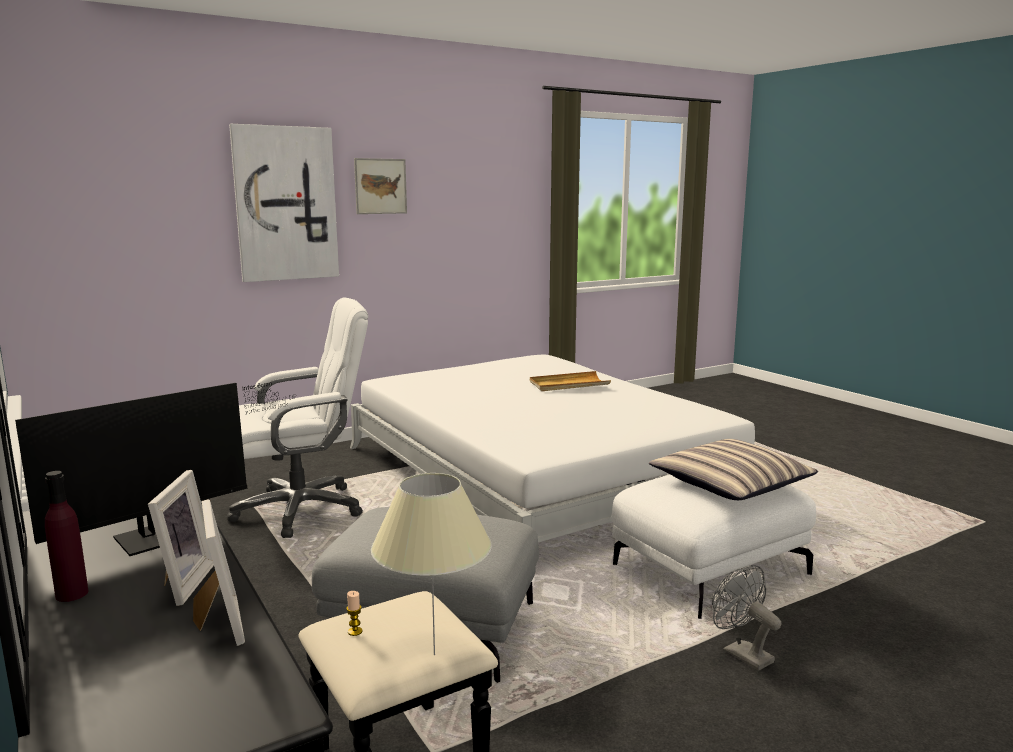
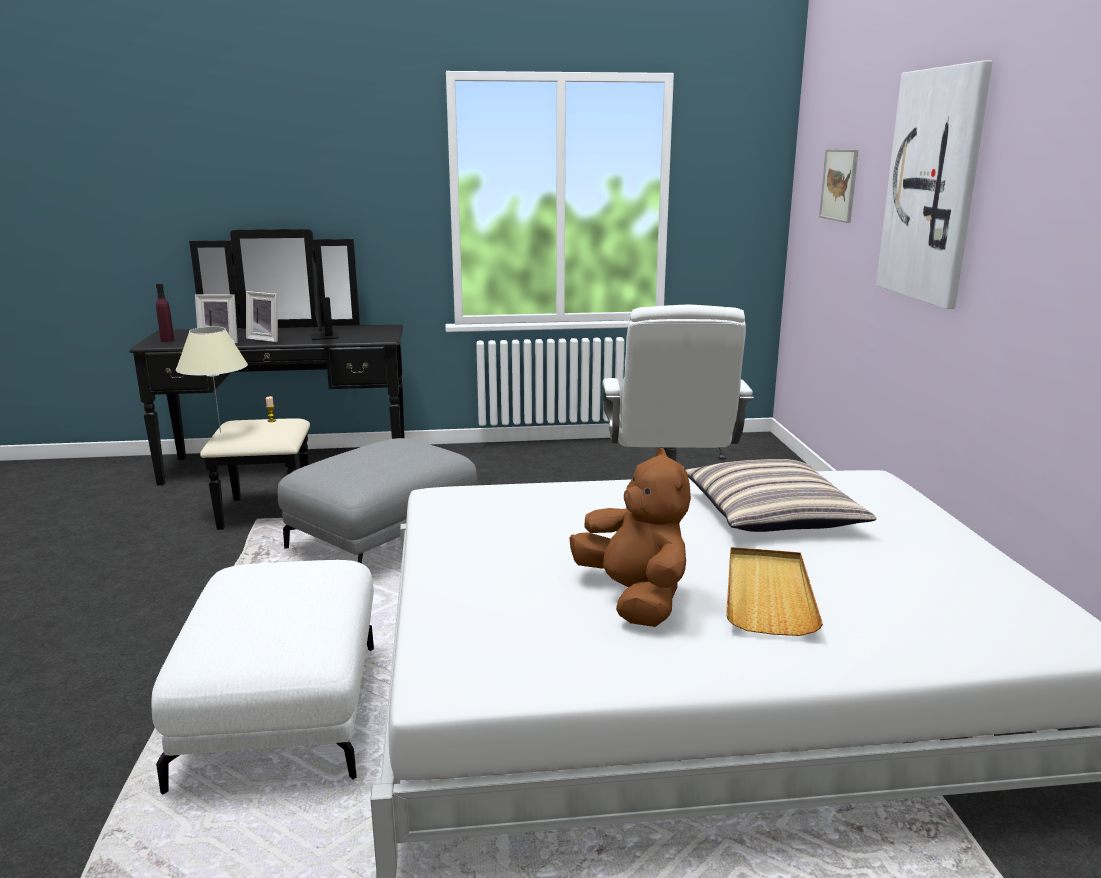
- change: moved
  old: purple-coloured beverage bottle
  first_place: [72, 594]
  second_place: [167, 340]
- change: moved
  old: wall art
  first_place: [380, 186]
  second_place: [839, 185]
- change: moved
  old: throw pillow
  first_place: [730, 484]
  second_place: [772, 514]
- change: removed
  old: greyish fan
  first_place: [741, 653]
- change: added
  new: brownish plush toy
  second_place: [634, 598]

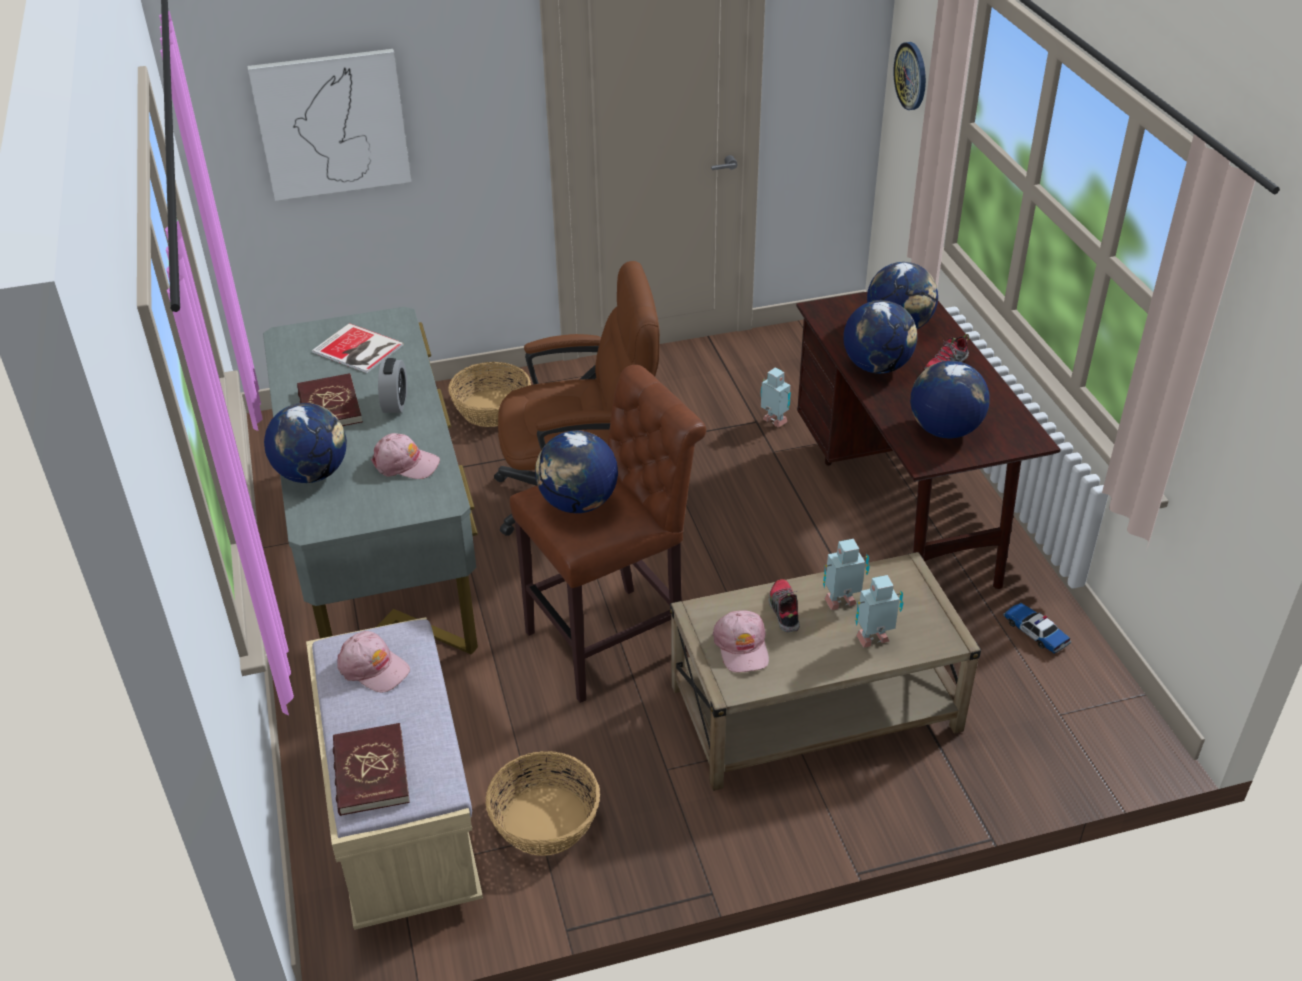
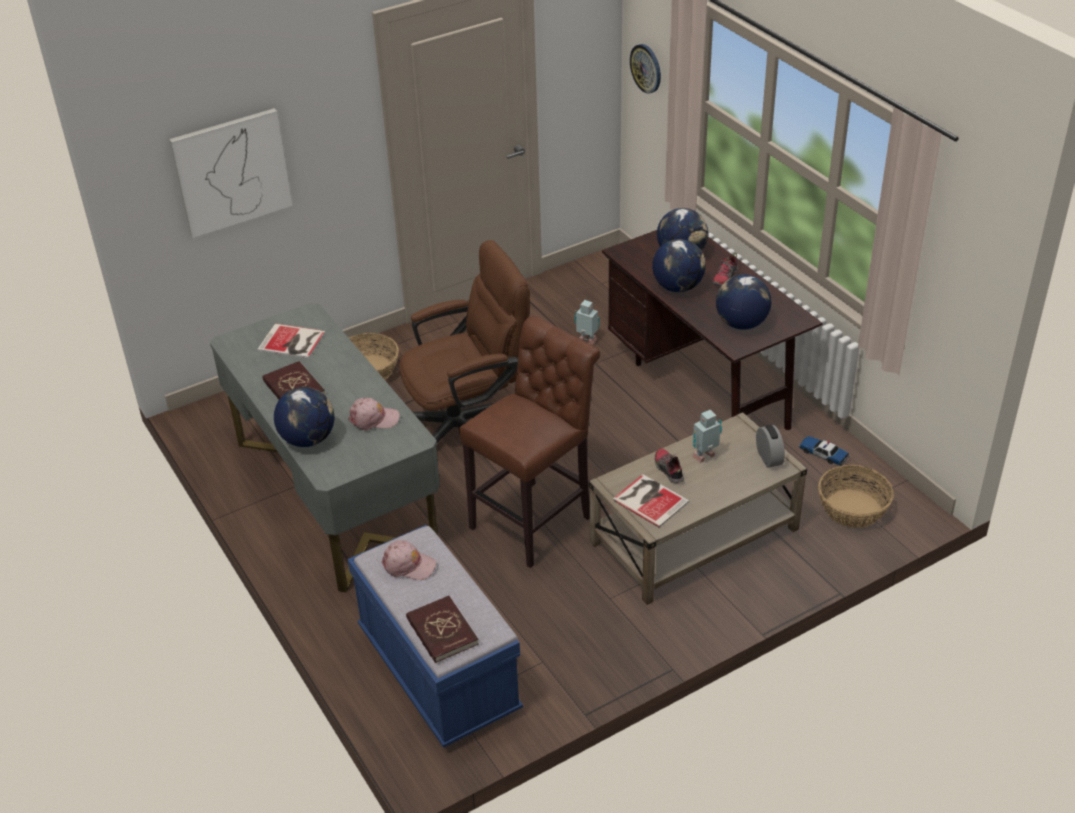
- change: recoloured
  old: beige long seat
  new: bluish long seat
  first_place: [402, 819]
  second_place: [438, 672]
- change: moved
  old: alarm clock
  first_place: [395, 403]
  second_place: [768, 458]
- change: moved
  old: basket
  first_place: [544, 821]
  second_place: [852, 509]
- change: removed
  old: world globe
  first_place: [578, 503]
- change: replaced
  old: pink cap
  new: volume
  first_place: [742, 647]
  second_place: [650, 499]
- change: removed
  old: model robot
  first_place: [874, 640]

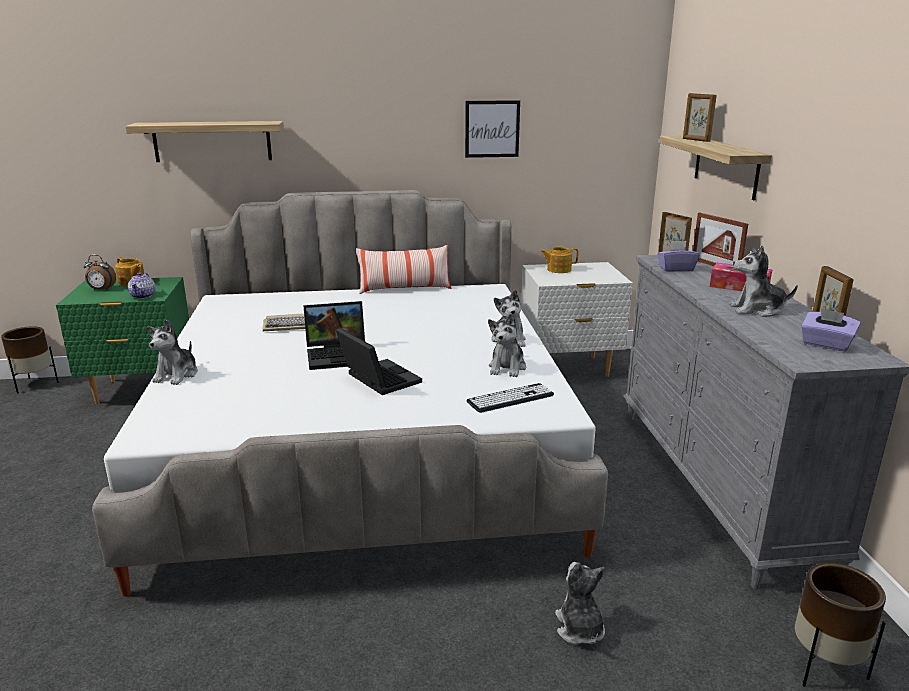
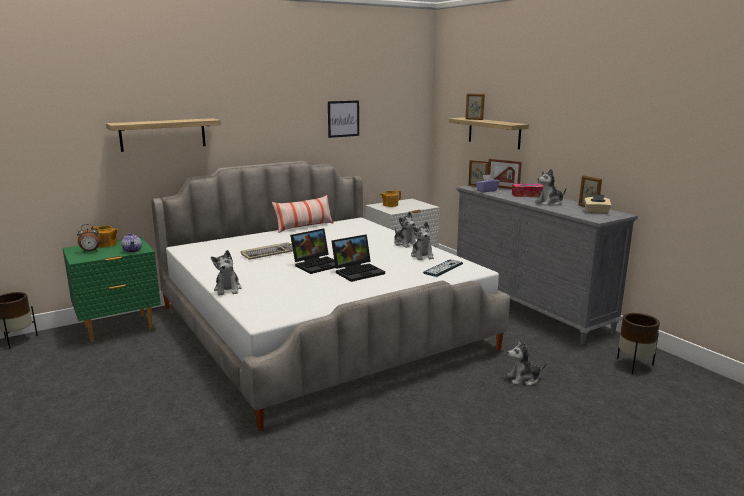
- change: turned
  old: laptop
  first_place: [377, 379]
  second_place: [358, 272]
  degrees: 120
- change: turned
  old: plush toy
  first_place: [579, 629]
  second_place: [524, 379]
  degrees: -60
- change: recoloured
  old: purple-coloured tissue box
  new: beige tissue box
  first_place: [826, 344]
  second_place: [596, 212]

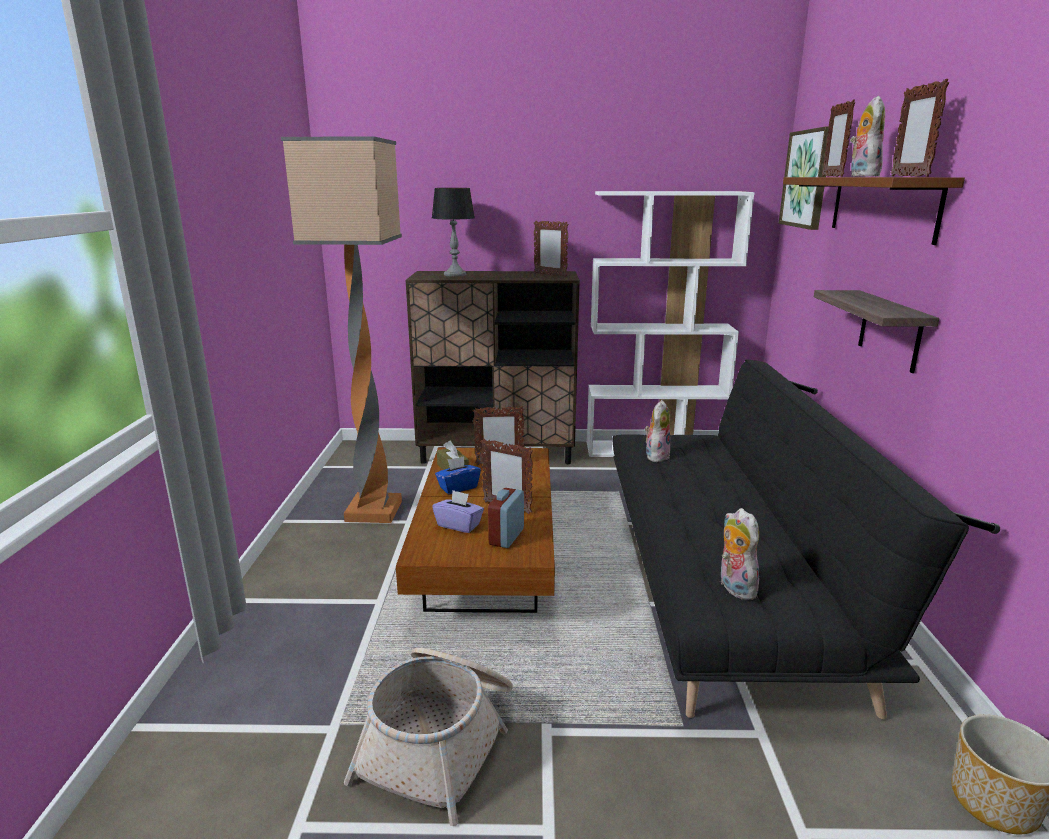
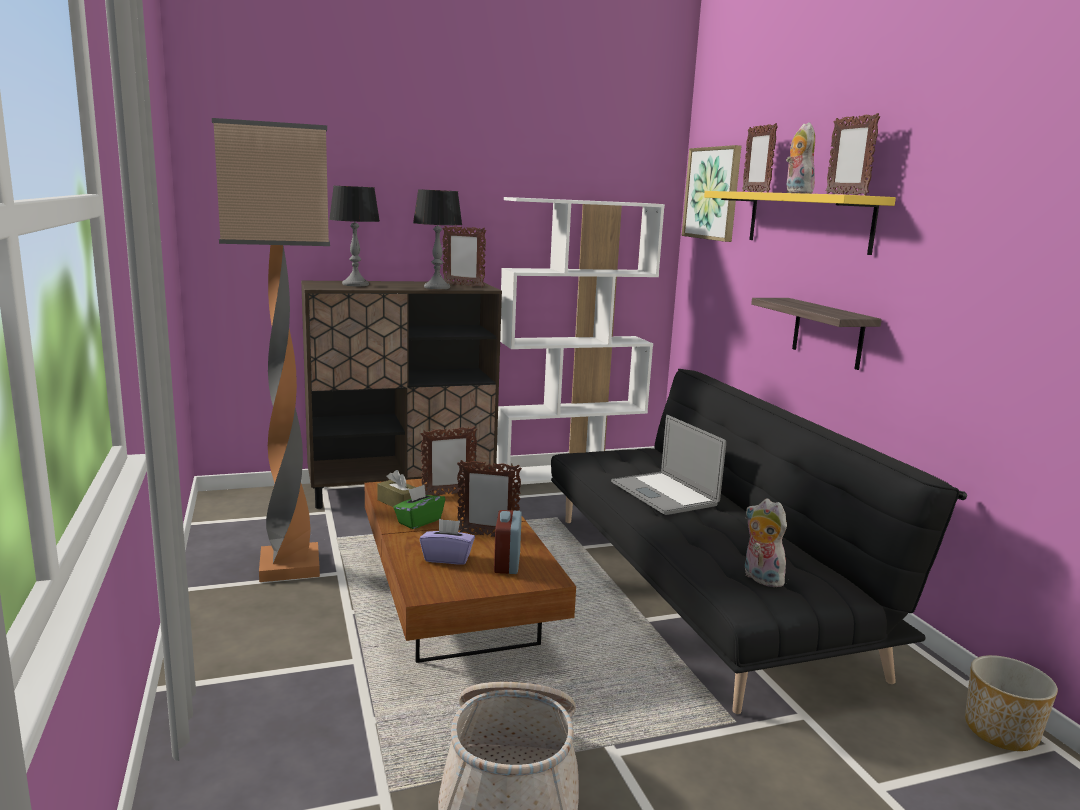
- change: recoloured
  old: bluish tissue box
  new: greenish tissue box
  first_place: [458, 487]
  second_place: [419, 521]
- change: removed
  old: plush toy
  first_place: [656, 456]
- change: recoloured
  old: brownish shelf
  new: yellowish shelf
  first_place: [882, 206]
  second_place: [807, 220]
- change: added
  new: table lamp
  second_place: [437, 287]
- change: added
  new: laptop
  second_place: [663, 493]

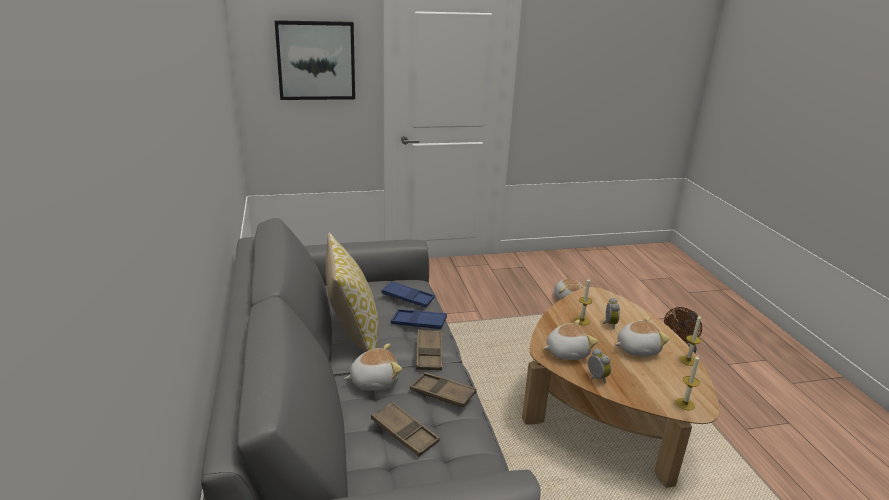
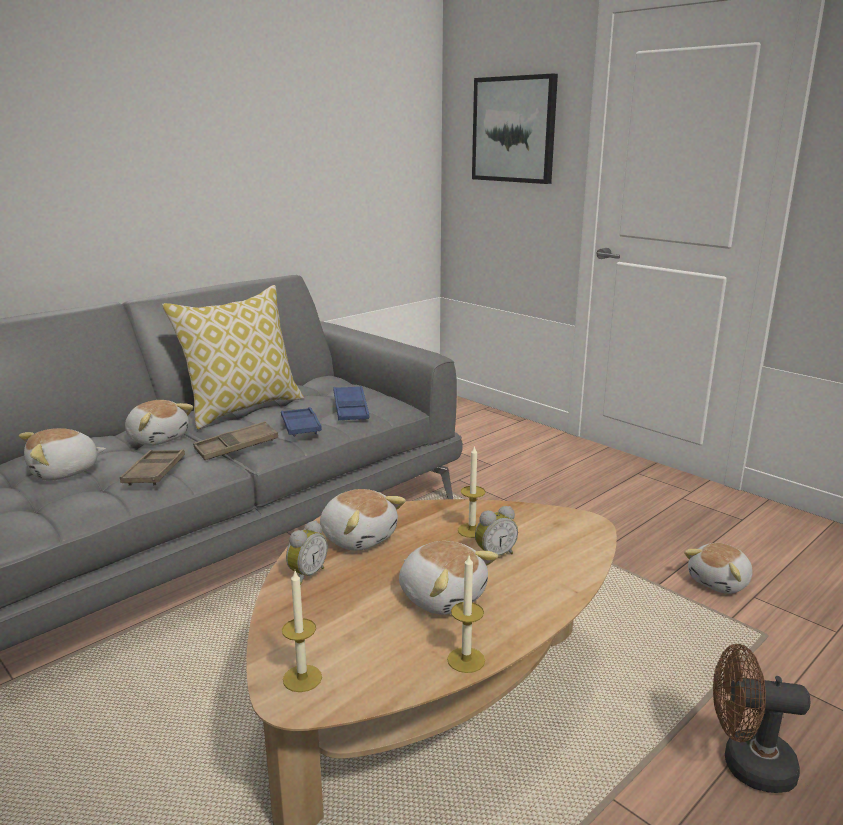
- change: replaced
  old: brownish tray
  new: plush toy
  first_place: [404, 433]
  second_place: [65, 472]

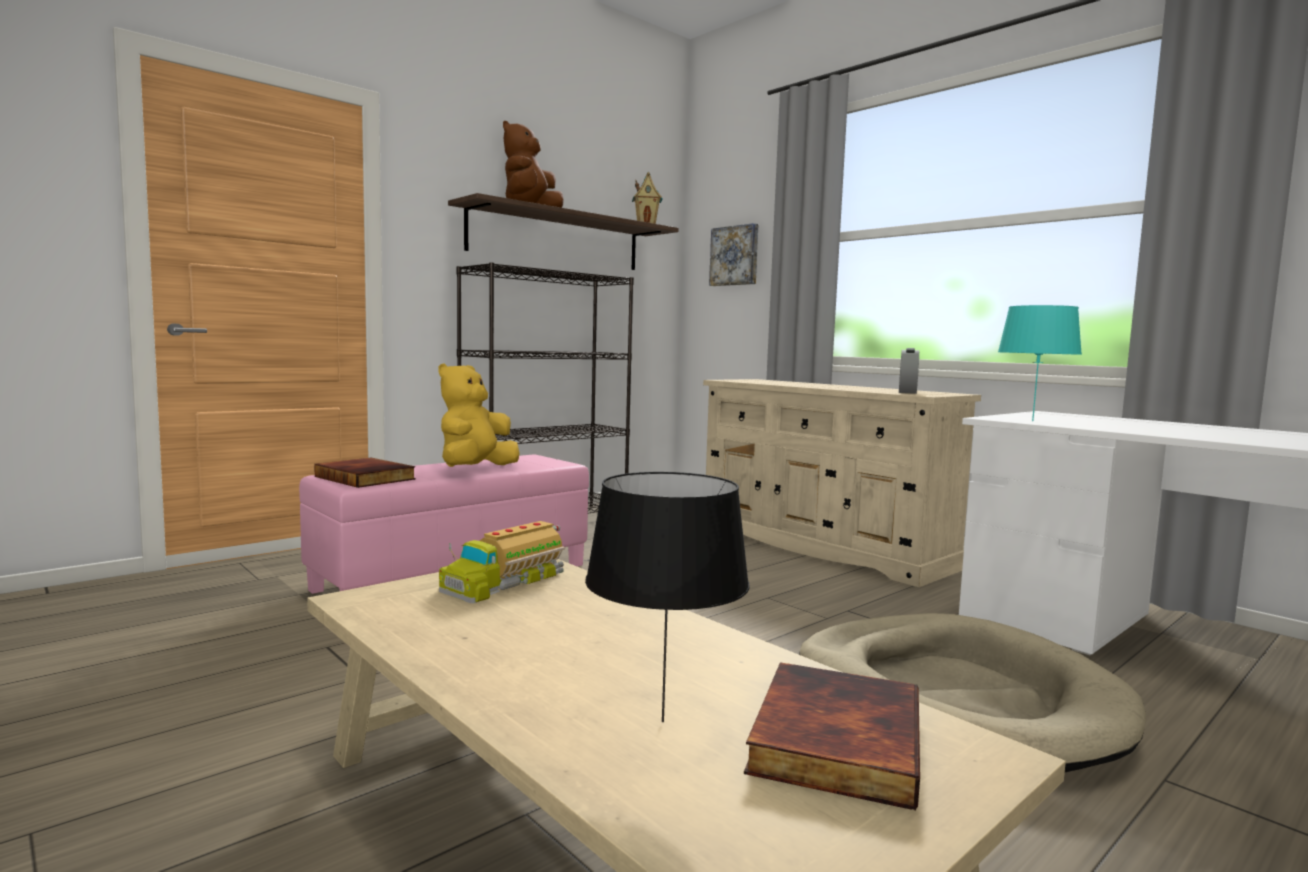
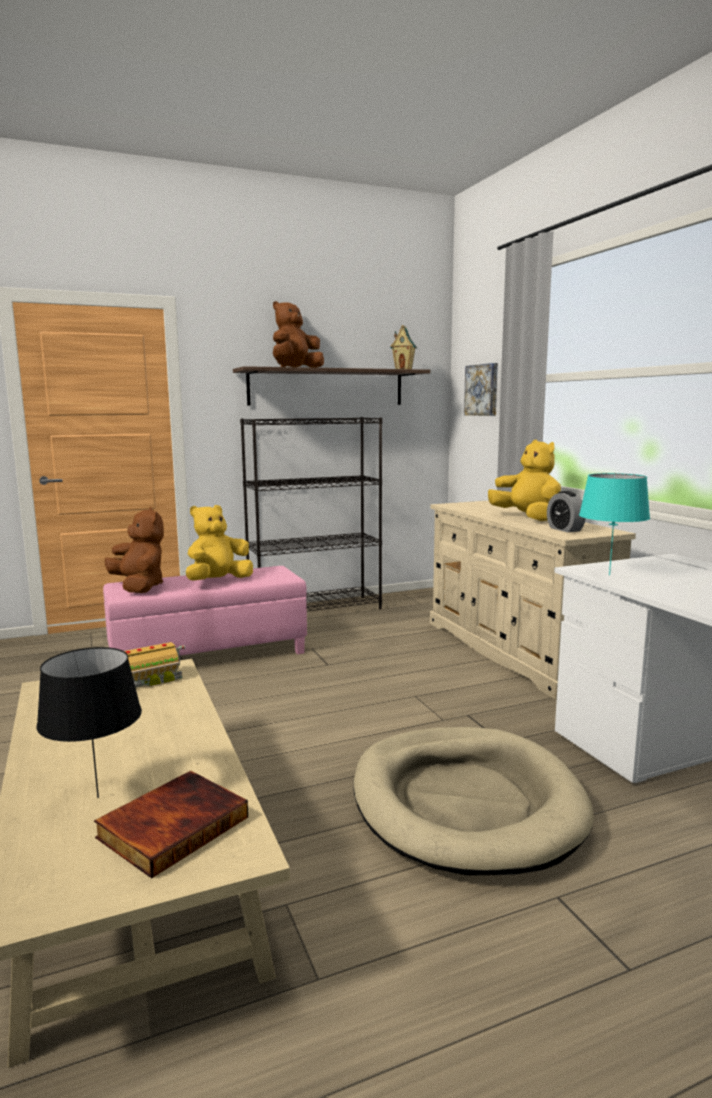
- change: replaced
  old: volume
  new: brownish plush toy
  first_place: [367, 477]
  second_place: [139, 587]
- change: turned
  old: alarm clock
  first_place: [907, 392]
  second_place: [564, 529]
  degrees: 120
- change: added
  new: yellowish plush toy
  second_place: [526, 518]

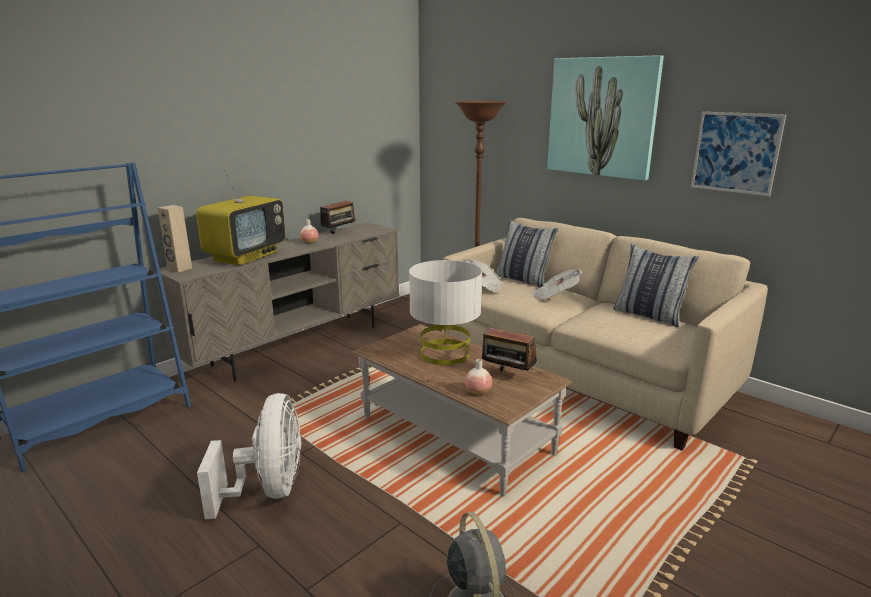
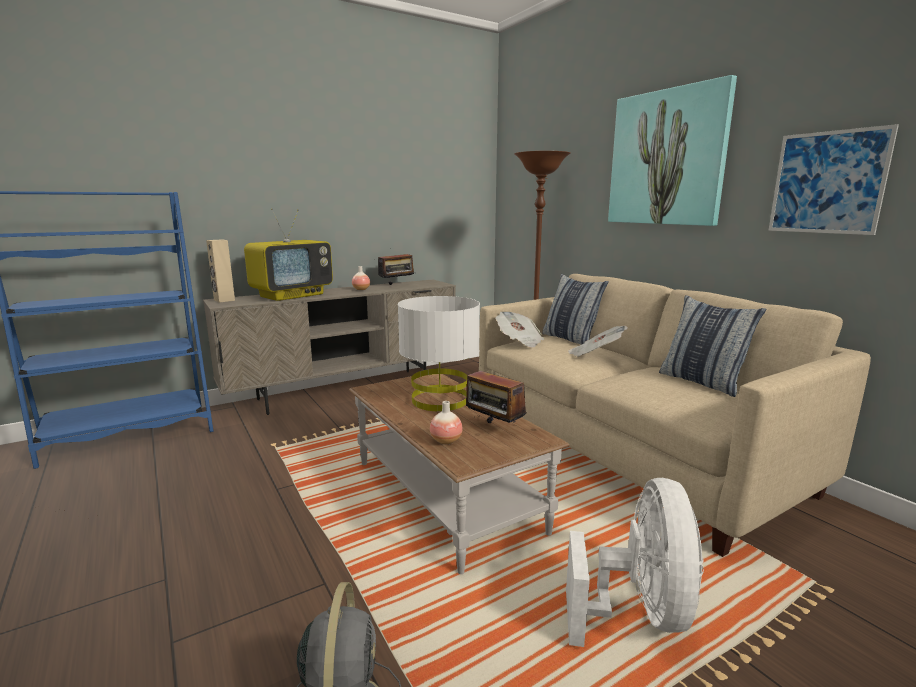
- change: moved
  old: white-coloured fan
  first_place: [269, 490]
  second_place: [638, 611]

